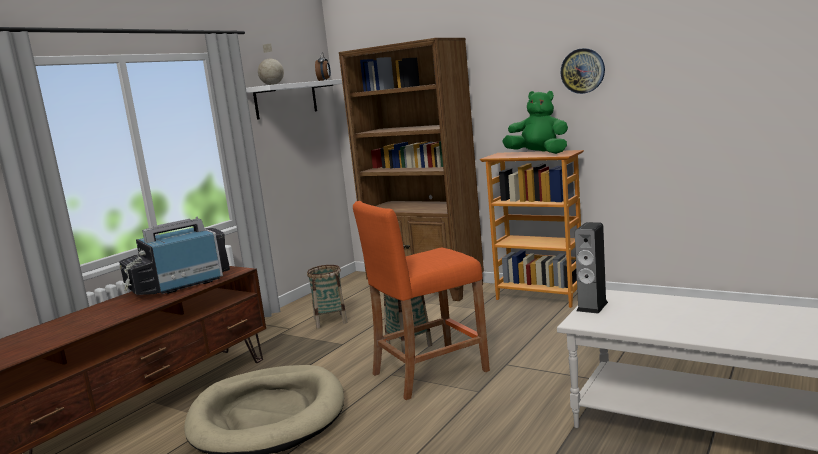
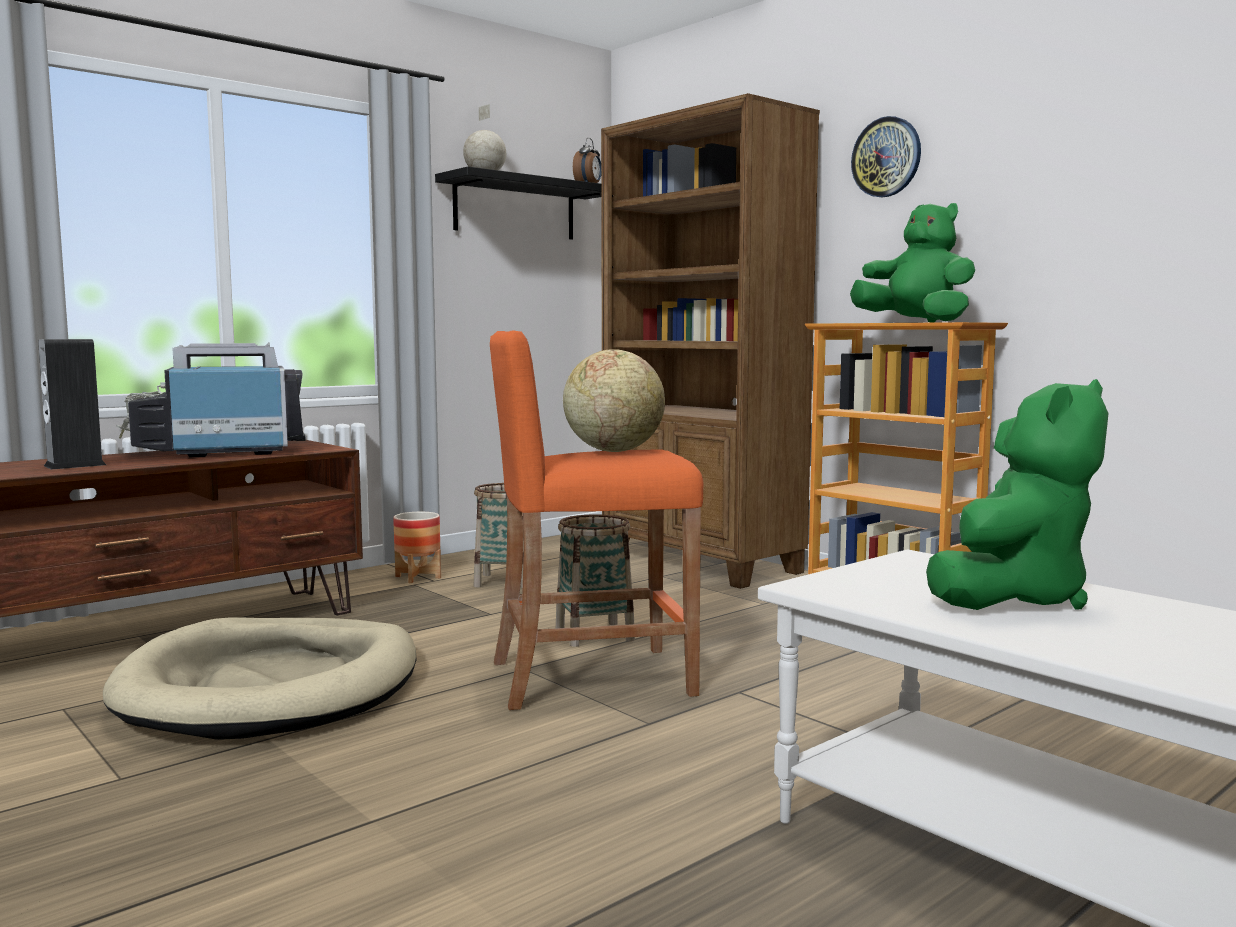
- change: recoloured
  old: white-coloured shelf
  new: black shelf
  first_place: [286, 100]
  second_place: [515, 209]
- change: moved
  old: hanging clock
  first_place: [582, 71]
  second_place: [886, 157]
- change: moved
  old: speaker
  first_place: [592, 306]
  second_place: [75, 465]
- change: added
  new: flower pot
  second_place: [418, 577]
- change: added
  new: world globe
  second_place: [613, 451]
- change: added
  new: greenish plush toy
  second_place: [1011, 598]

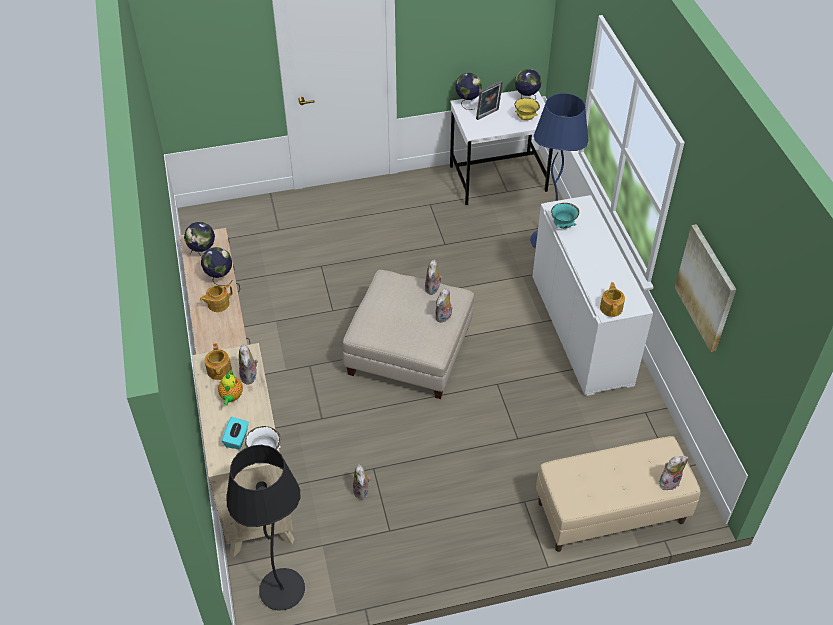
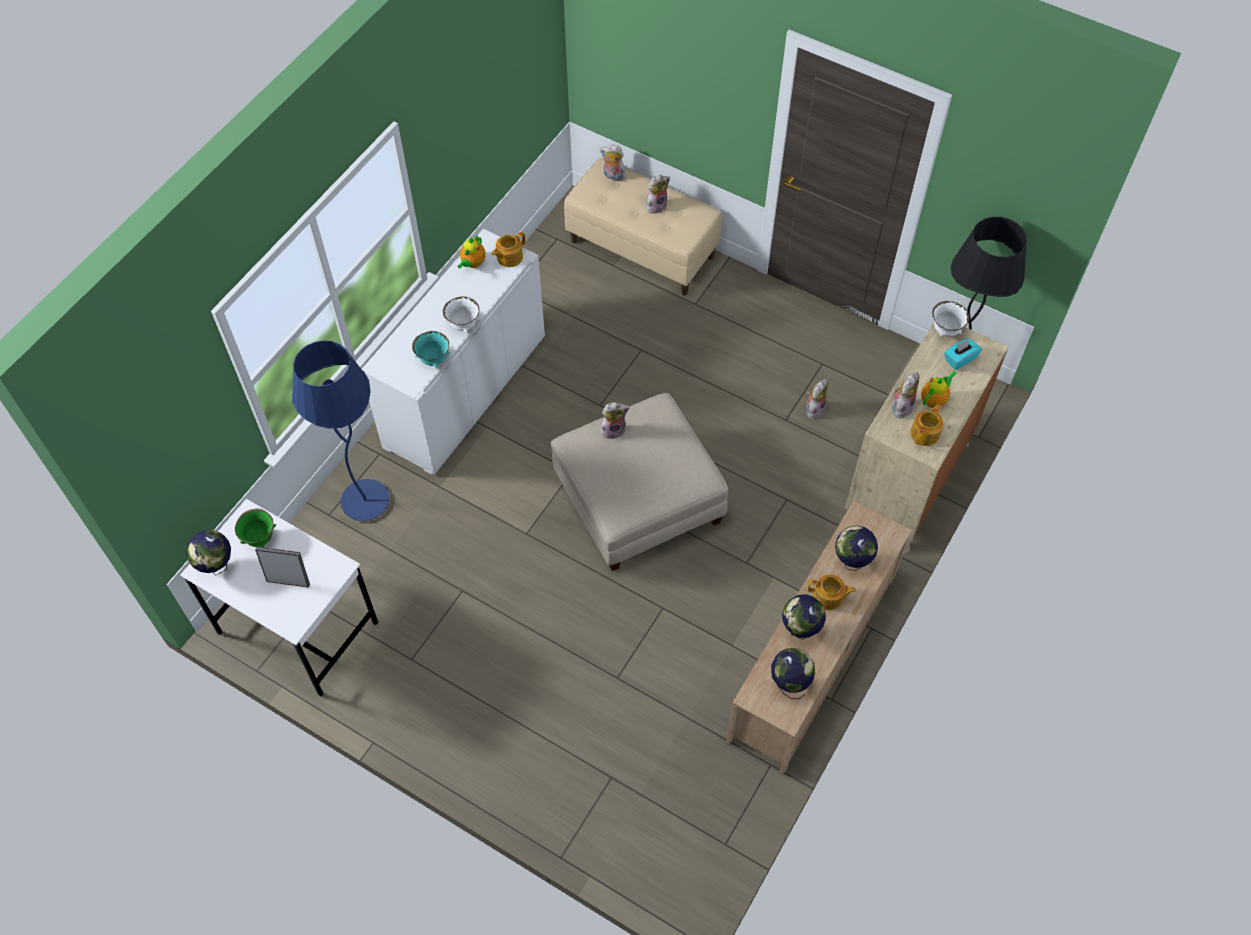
- change: moved
  old: plush toy
  first_place: [433, 289]
  second_place: [656, 205]
- change: moved
  old: world globe
  first_place: [467, 103]
  second_place: [851, 562]
- change: recoloured
  old: yellowish serving bowl
  new: greenish serving bowl
  first_place: [525, 118]
  second_place: [260, 538]
- change: removed
  old: wall art
  first_place: [706, 287]
- change: added
  new: white-coloured serving bowl
  second_place: [463, 325]
- change: added
  new: tea pot
  second_place: [472, 263]

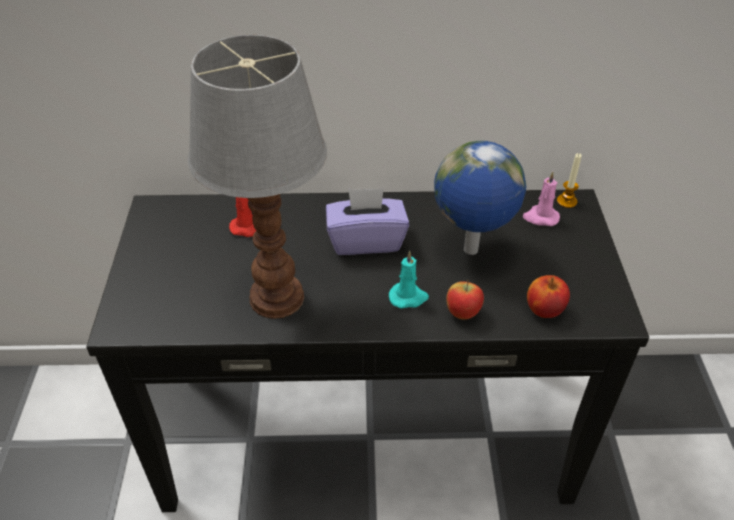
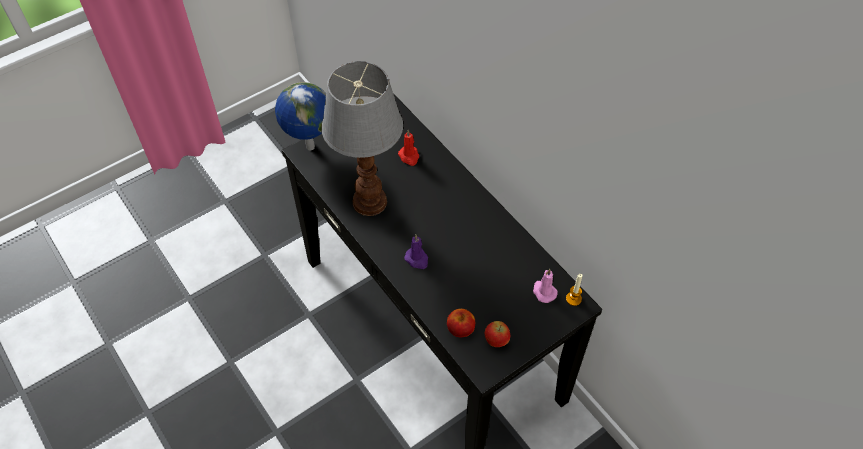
- change: removed
  old: purple-coloured tissue box
  first_place: [366, 240]
- change: recoloured
  old: blue-green wax candle
  new: purple-coloured wax candle
  first_place: [408, 297]
  second_place: [417, 259]
- change: moved
  old: world globe
  first_place: [471, 251]
  second_place: [309, 147]
- change: moved
  old: whole apple
  first_place: [462, 313]
  second_place: [496, 341]

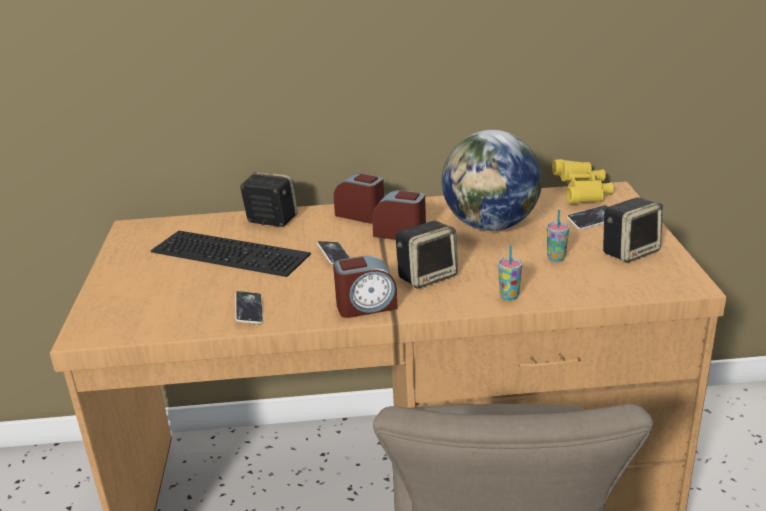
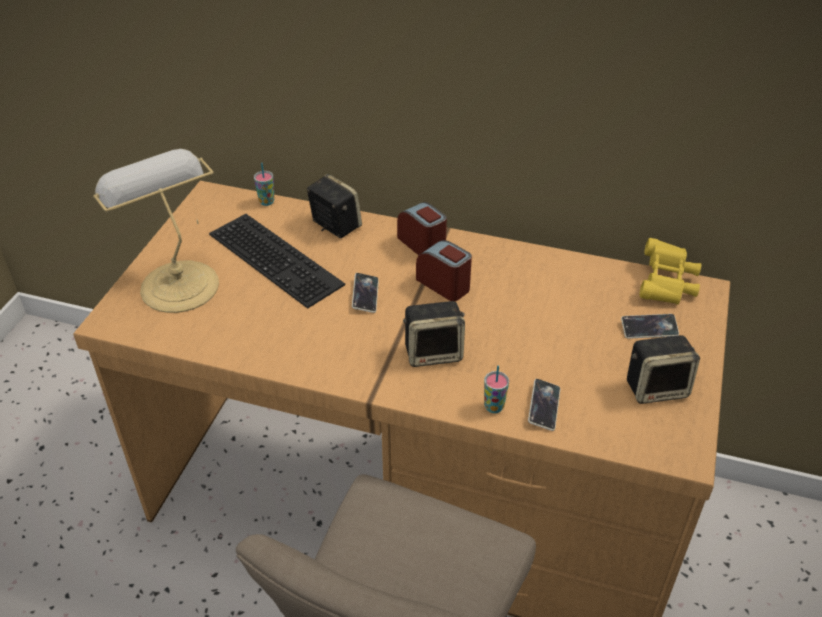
- change: moved
  old: phone
  first_place: [249, 311]
  second_place: [544, 407]
- change: removed
  old: alarm clock
  first_place: [366, 306]
- change: removed
  old: world globe
  first_place: [491, 226]
- change: moved
  old: small cup
  first_place: [556, 258]
  second_place: [266, 202]
- change: added
  new: table lamp
  second_place: [177, 284]

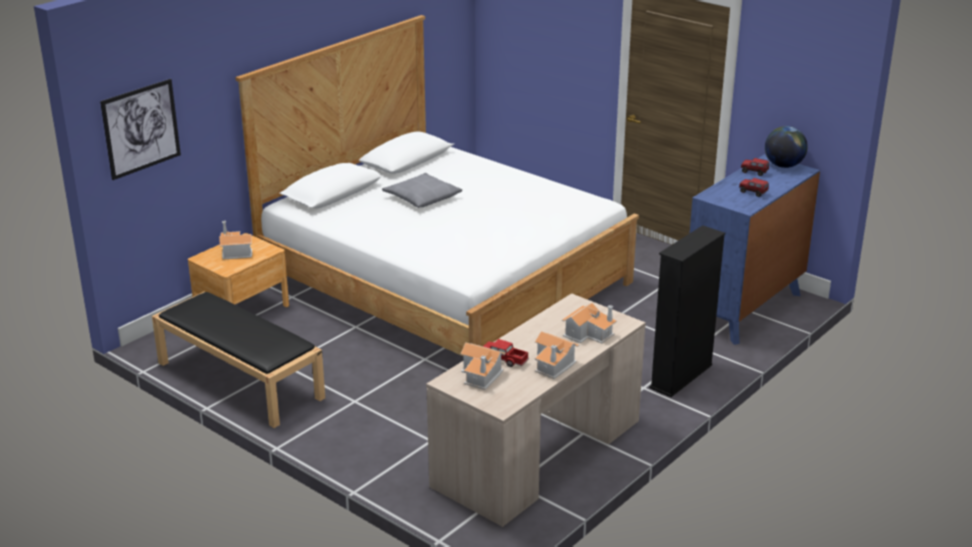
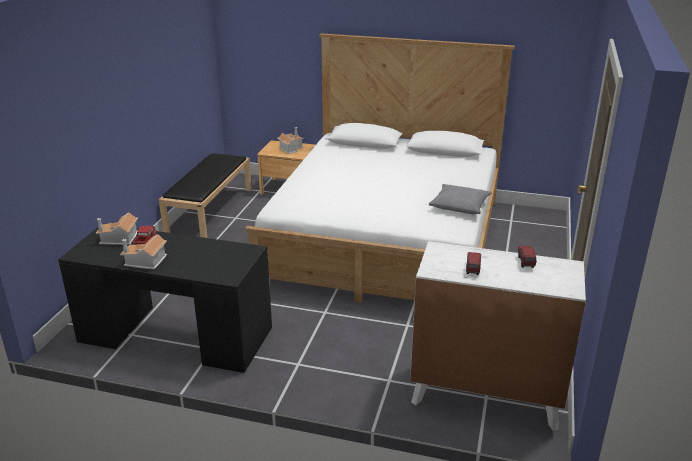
- change: removed
  old: wall art
  first_place: [141, 128]
- change: moved
  old: greyish throw pillow
  first_place: [422, 198]
  second_place: [460, 205]
- change: recoloured
  old: beige desk table
  new: black desk table
  first_place: [536, 452]
  second_place: [175, 334]
- change: removed
  old: miniature house
  first_place: [589, 333]
- change: removed
  old: black bookshelf
  first_place: [681, 376]
- change: recoloured
  old: bluish drawer chest
  new: white-coloured drawer chest
  first_place: [744, 309]
  second_place: [485, 395]
- change: removed
  old: world globe
  first_place: [783, 165]

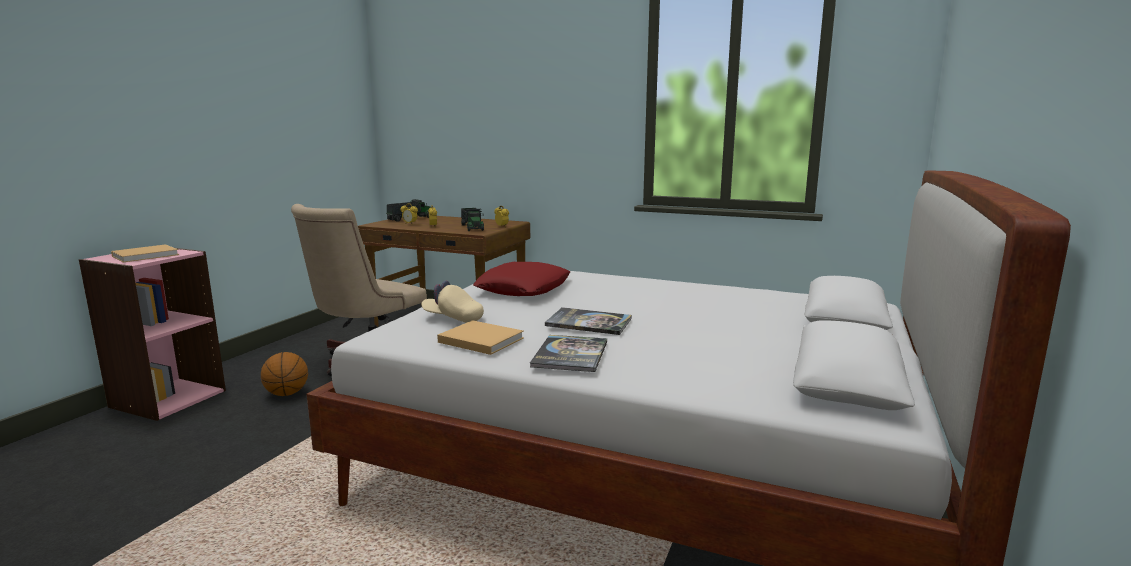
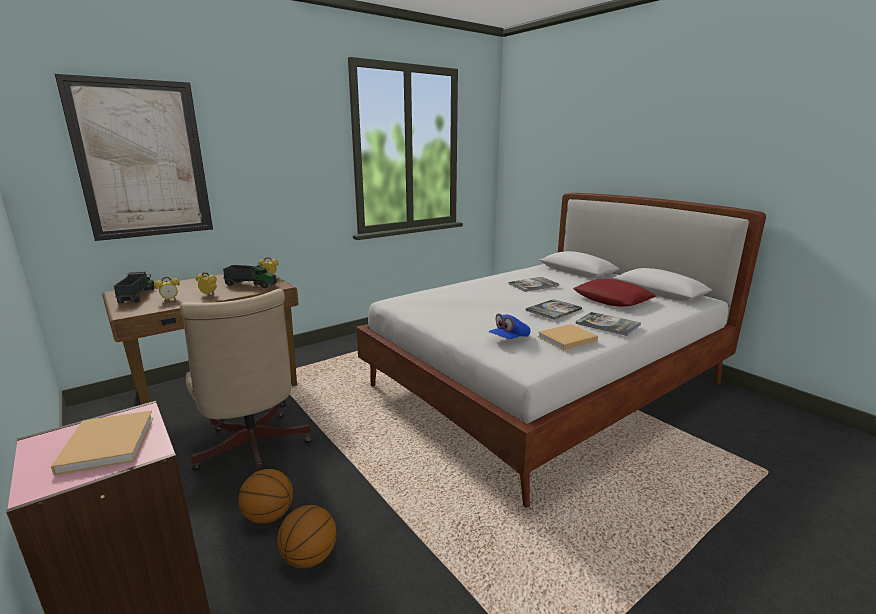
- change: recoloured
  old: beige cap
  new: bluish cap
  first_place: [453, 318]
  second_place: [509, 339]
- change: moved
  old: reddish throw pillow
  first_place: [523, 289]
  second_place: [612, 299]
- change: added
  new: wall art
  second_place: [142, 160]
- change: added
  new: ball for basketball
  second_place: [309, 557]
- change: added
  new: volume
  second_place: [533, 285]

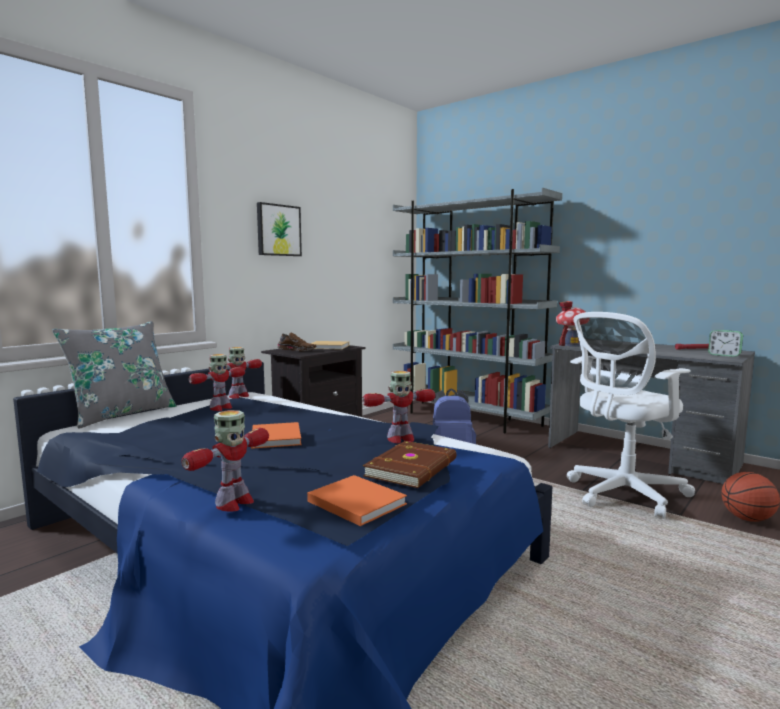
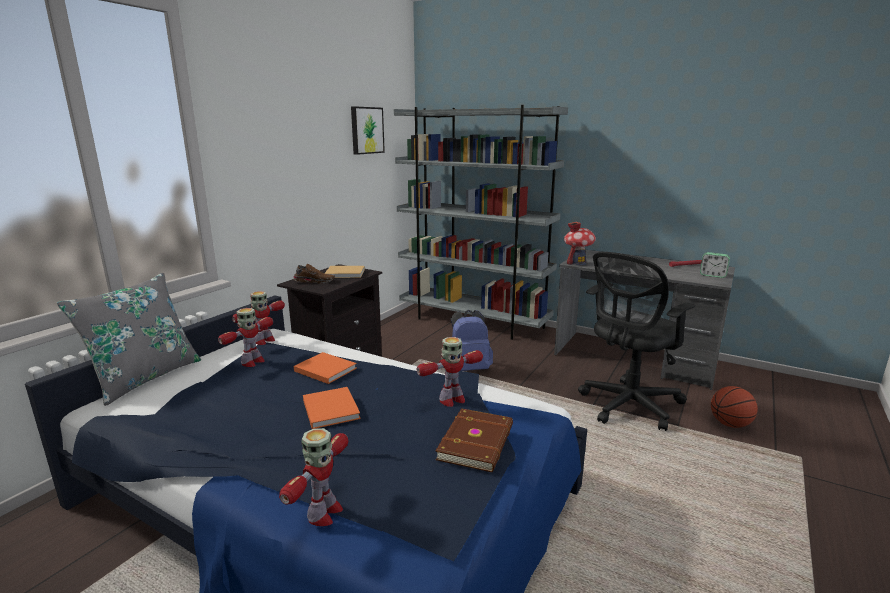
- change: moved
  old: wall art
  first_place: [278, 230]
  second_place: [366, 130]
- change: moved
  old: orangey volume
  first_place: [355, 502]
  second_place: [324, 369]
- change: recoloured
  old: white-coloured desk chair
  new: black desk chair
  first_place: [622, 494]
  second_place: [627, 406]

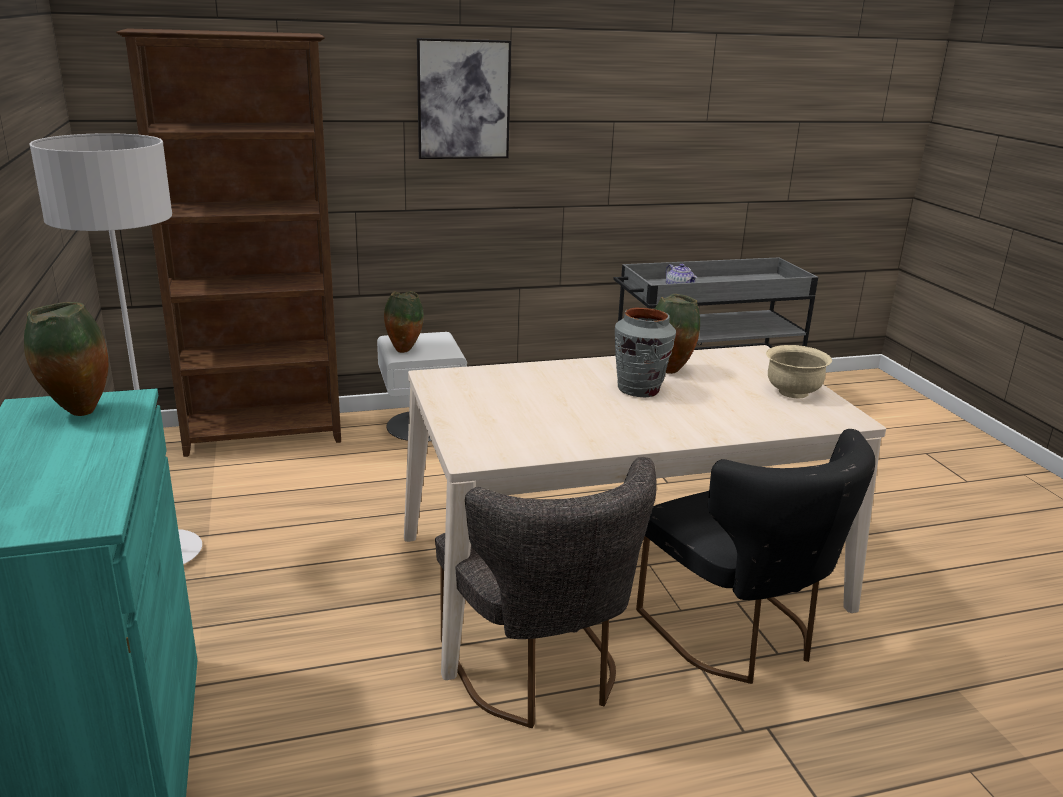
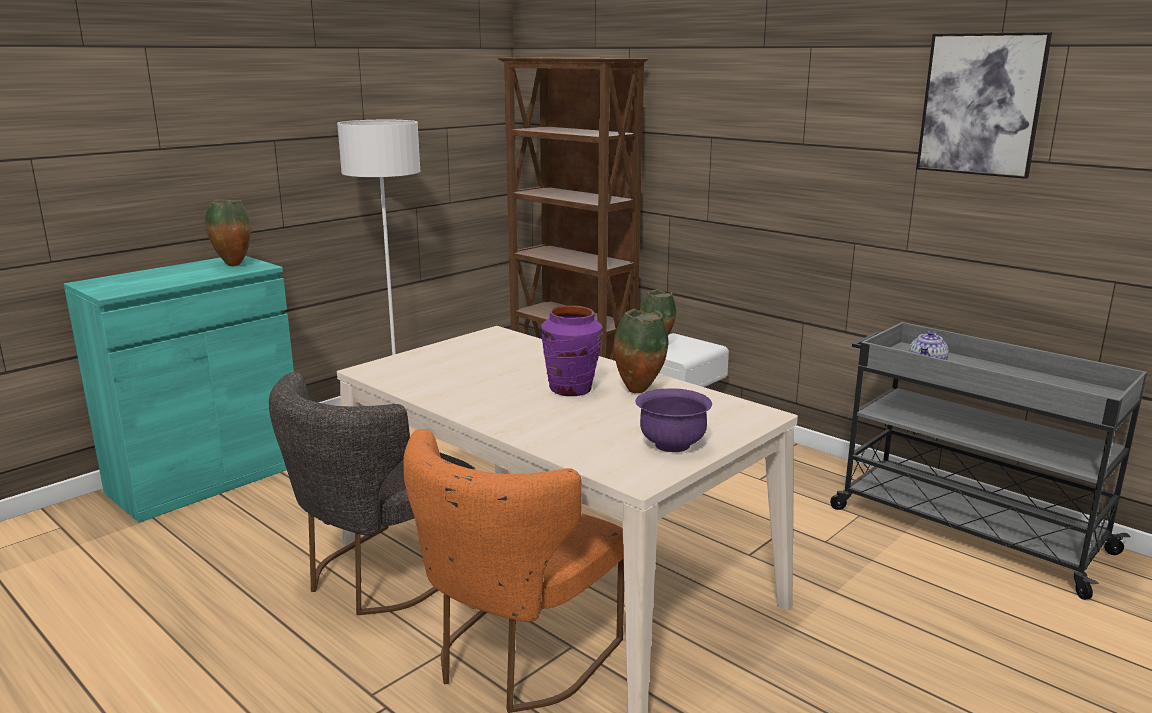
- change: moved
  old: wall art
  first_place: [463, 100]
  second_place: [981, 104]
- change: recoloured
  old: greyish vase
  new: purple-coloured vase
  first_place: [639, 390]
  second_place: [571, 389]
- change: recoloured
  old: black chair
  new: orangey chair
  first_place: [738, 635]
  second_place: [515, 659]
- change: recoloured
  old: beige serving bowl
  new: purple-coloured serving bowl
  first_place: [792, 392]
  second_place: [672, 444]

